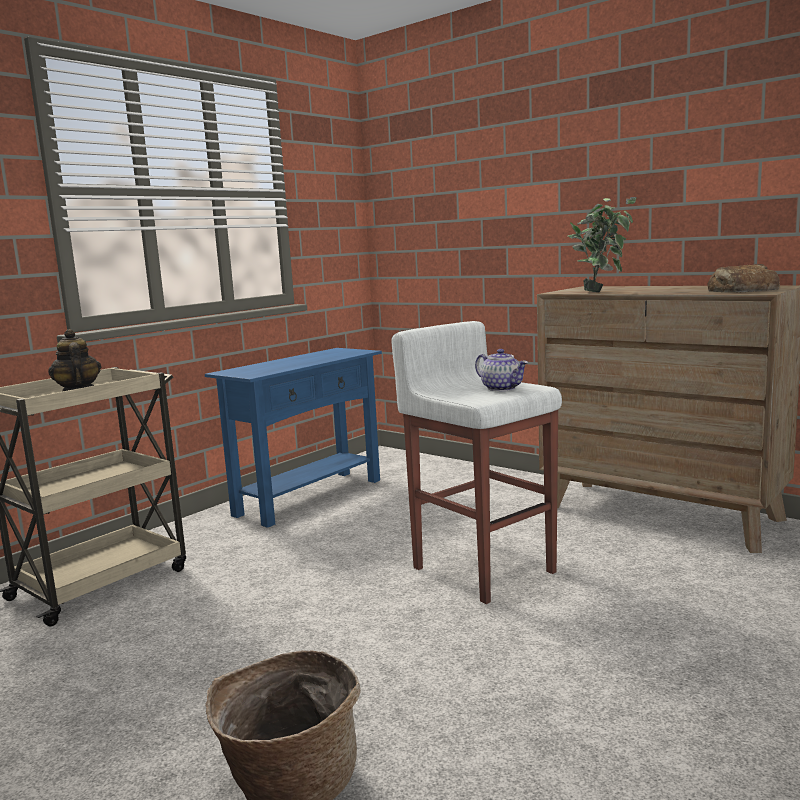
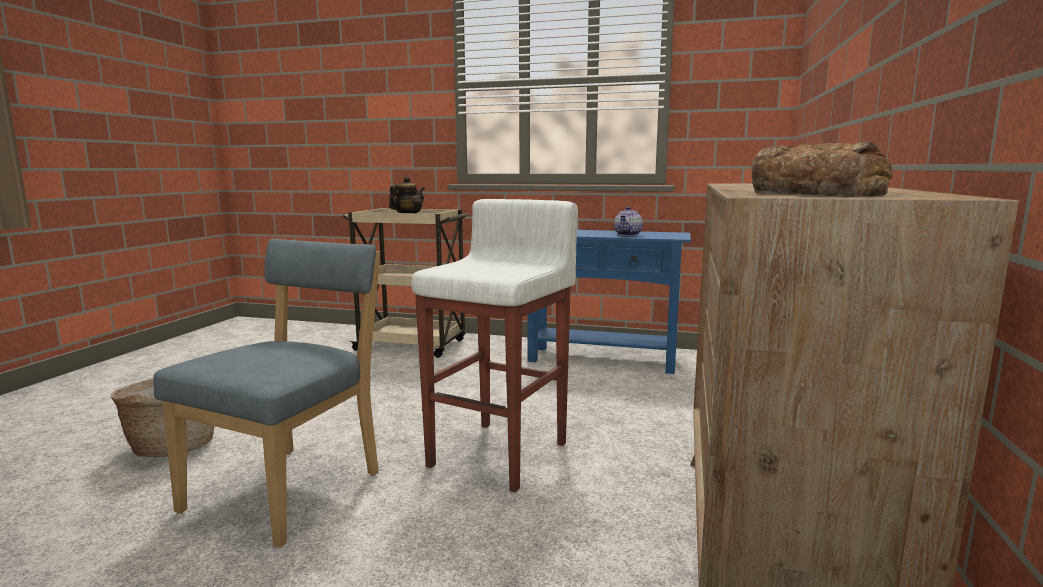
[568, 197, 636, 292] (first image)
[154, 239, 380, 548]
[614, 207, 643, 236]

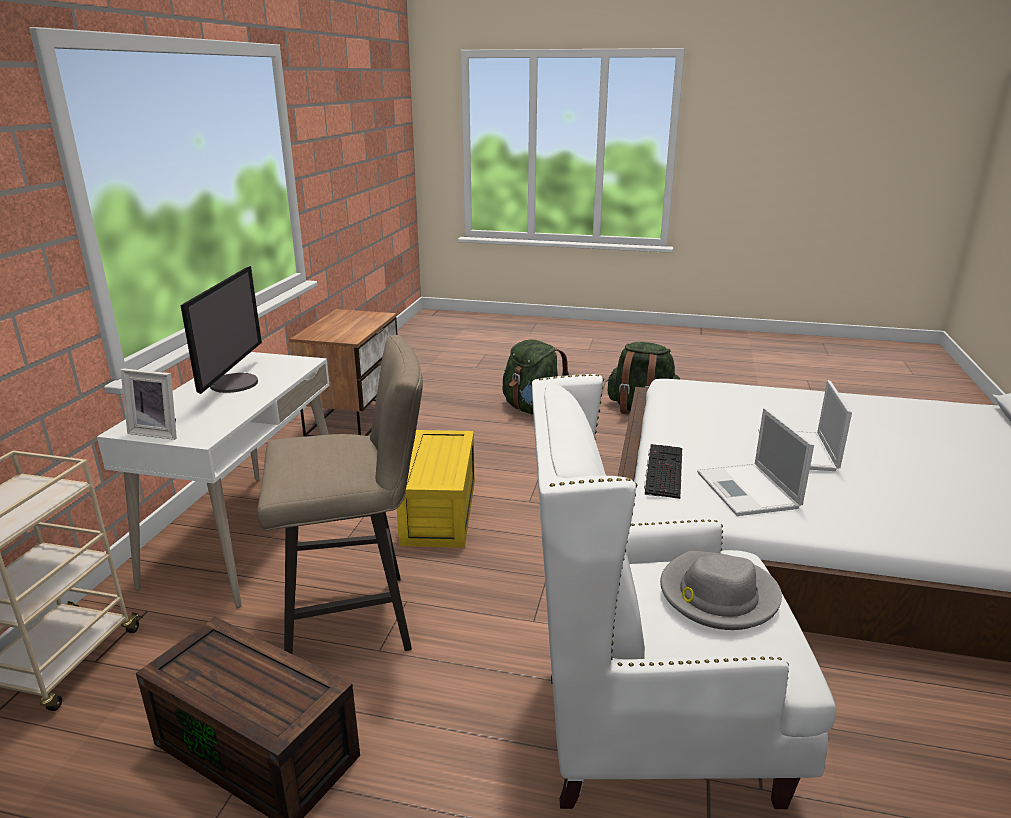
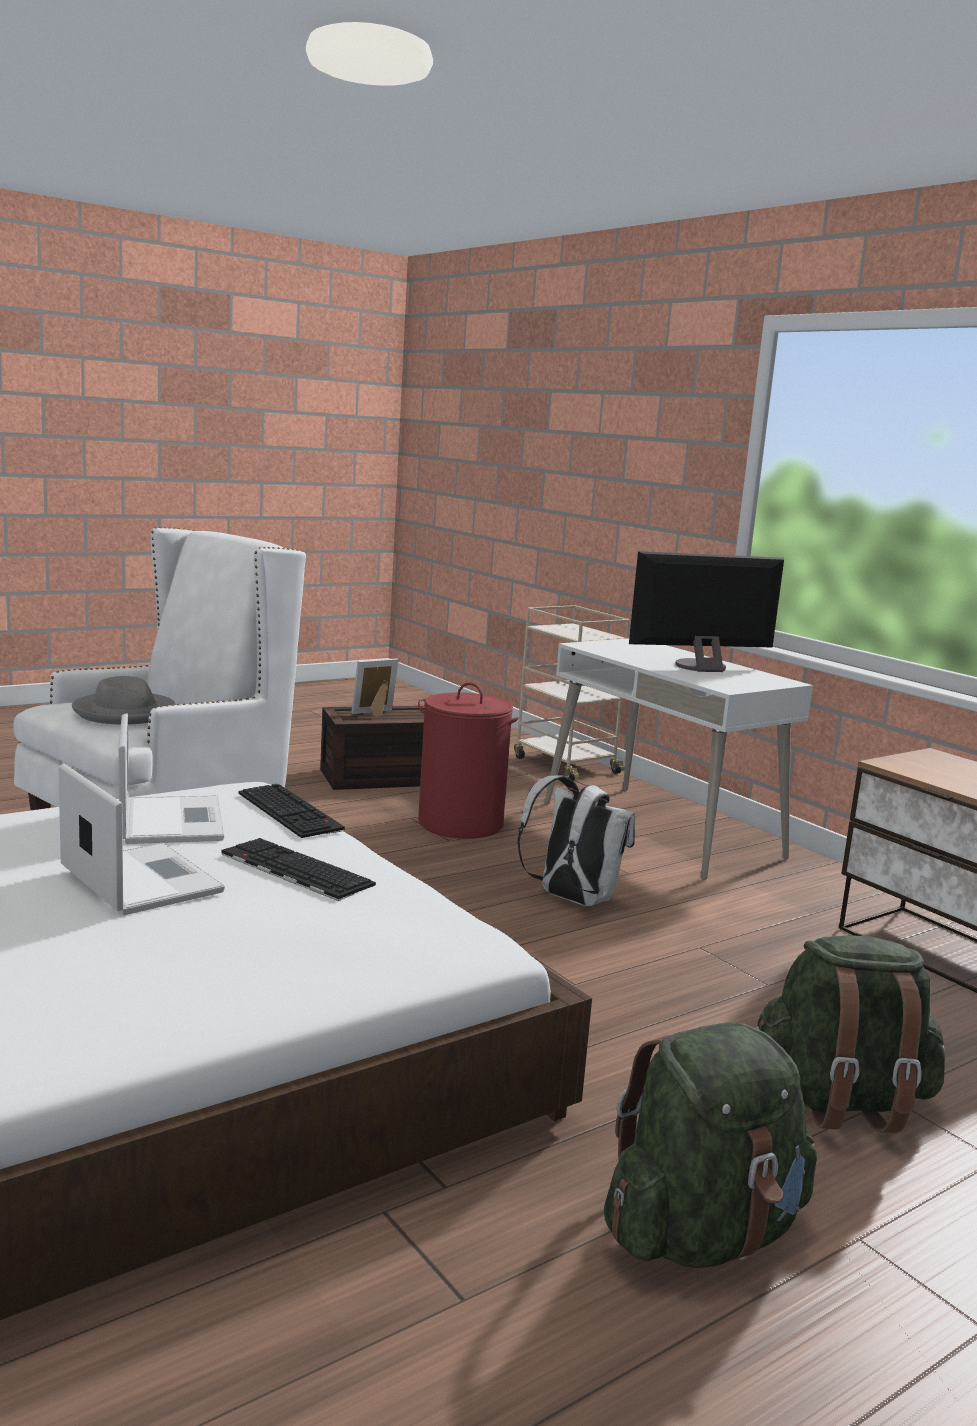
[221, 838, 376, 901]
[351, 658, 399, 717]
[418, 682, 519, 839]
[517, 775, 635, 906]
[629, 551, 784, 672]
[118, 713, 225, 844]

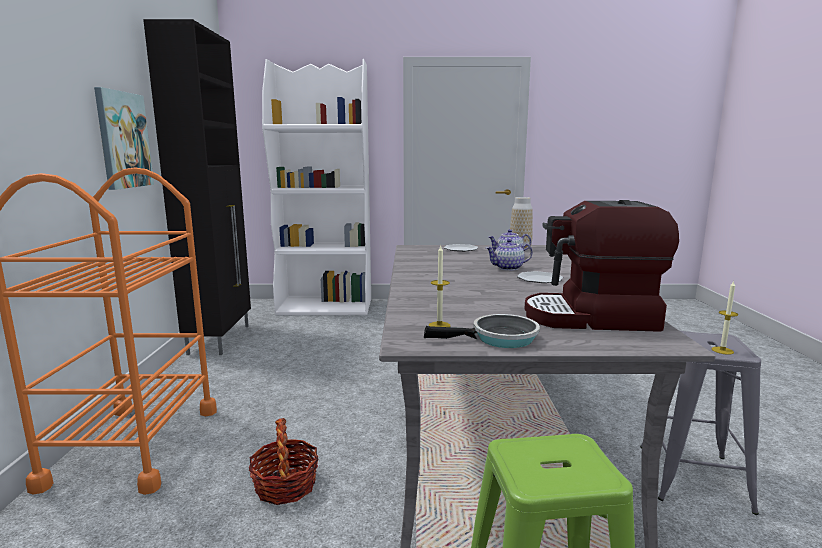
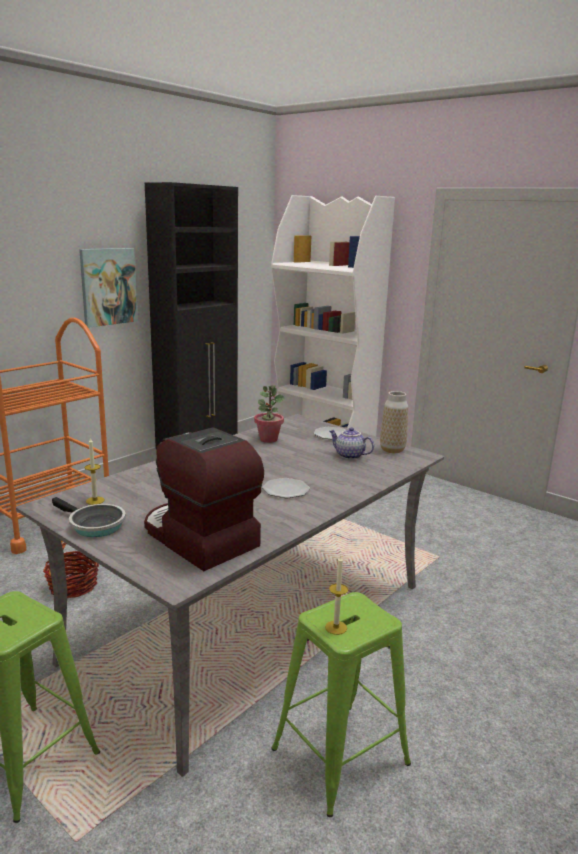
[486, 239, 532, 271] (first image)
[254, 385, 285, 443]
[271, 592, 411, 817]

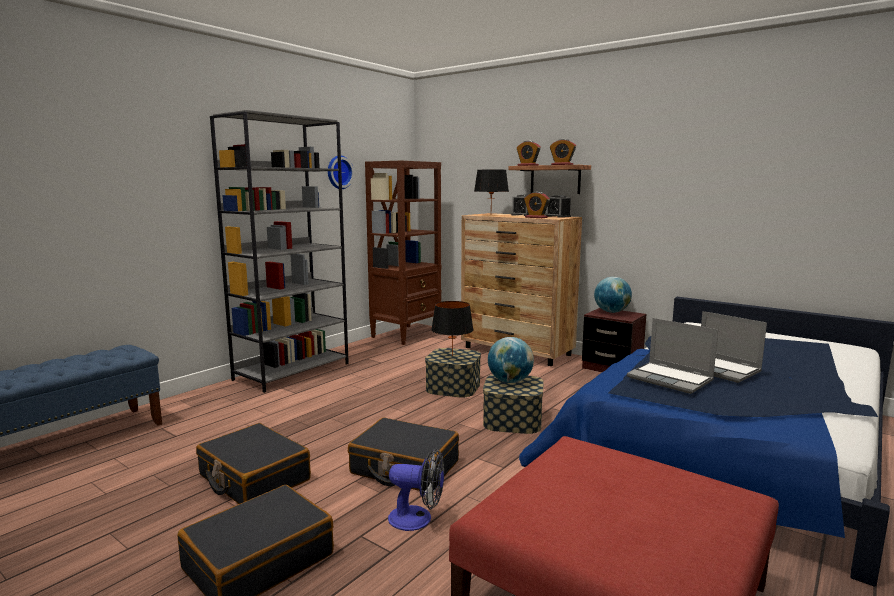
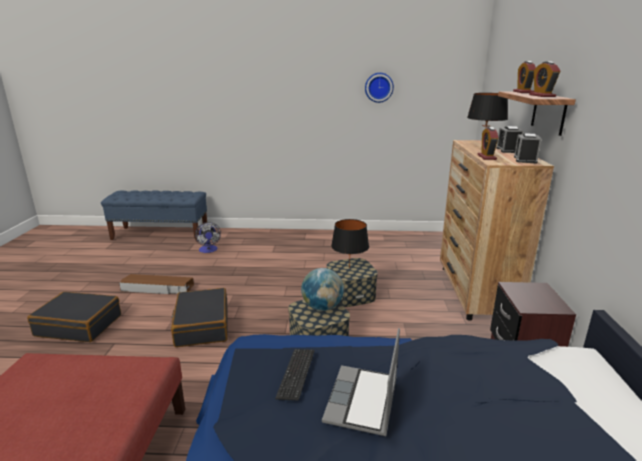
[210, 110, 349, 393] (first image)
[365, 161, 442, 345] (first image)
[594, 277, 632, 313] (first image)
[195, 222, 221, 253]
[119, 274, 194, 294]
[275, 349, 315, 401]

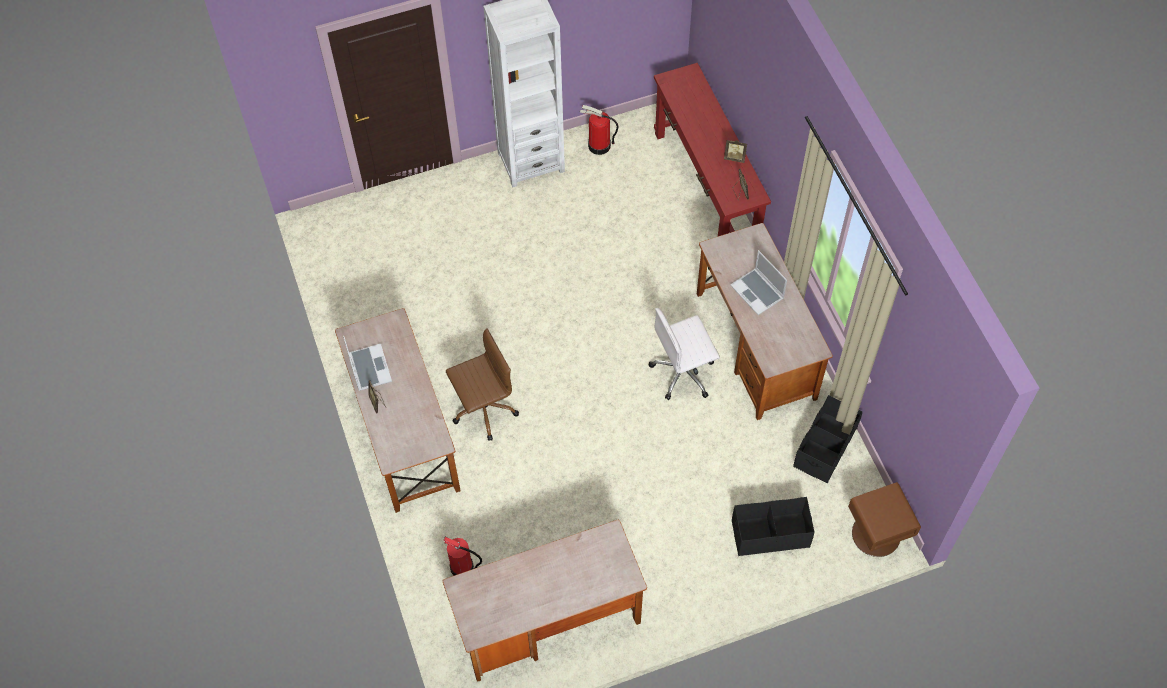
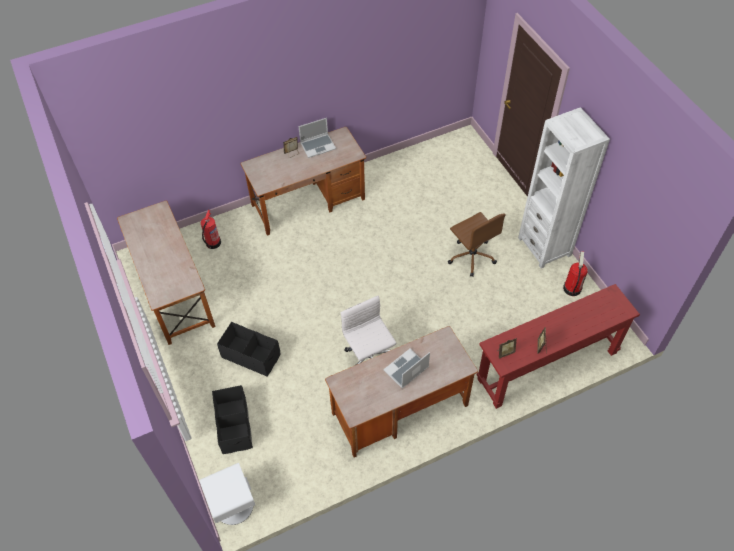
[448, 212, 506, 277]
[217, 322, 281, 377]
[199, 463, 255, 525]

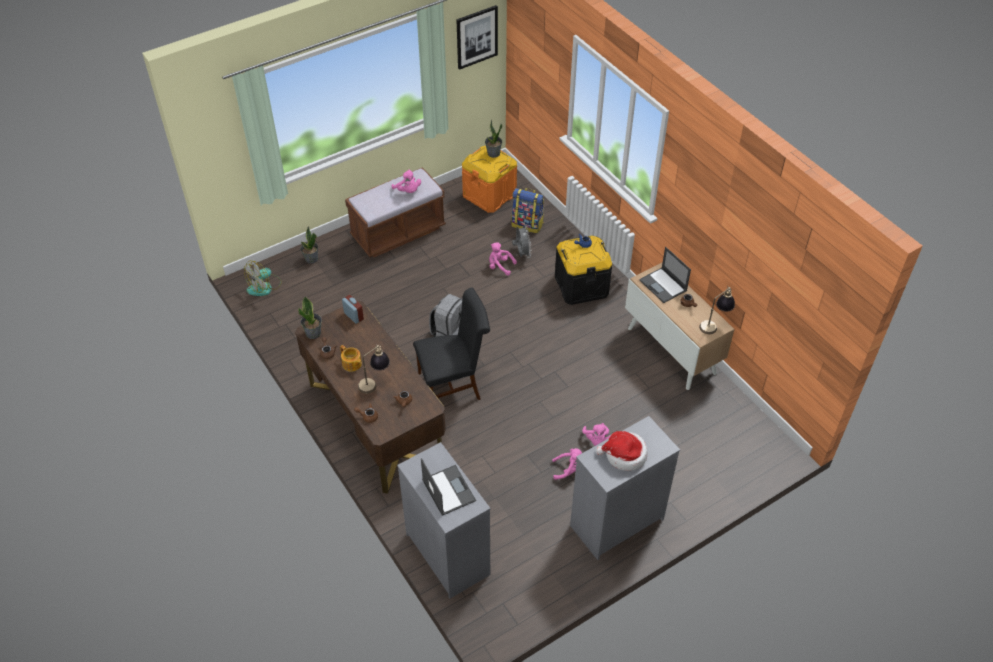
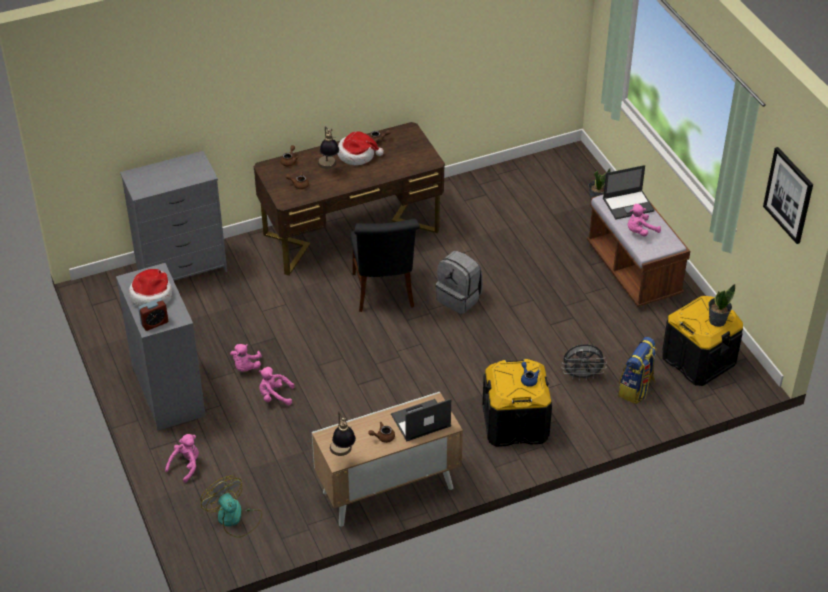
[298, 296, 322, 339] (first image)
[201, 476, 262, 538]
[138, 298, 168, 331]
[603, 165, 655, 220]
[165, 434, 199, 483]
[338, 131, 384, 165]
[662, 296, 743, 386]

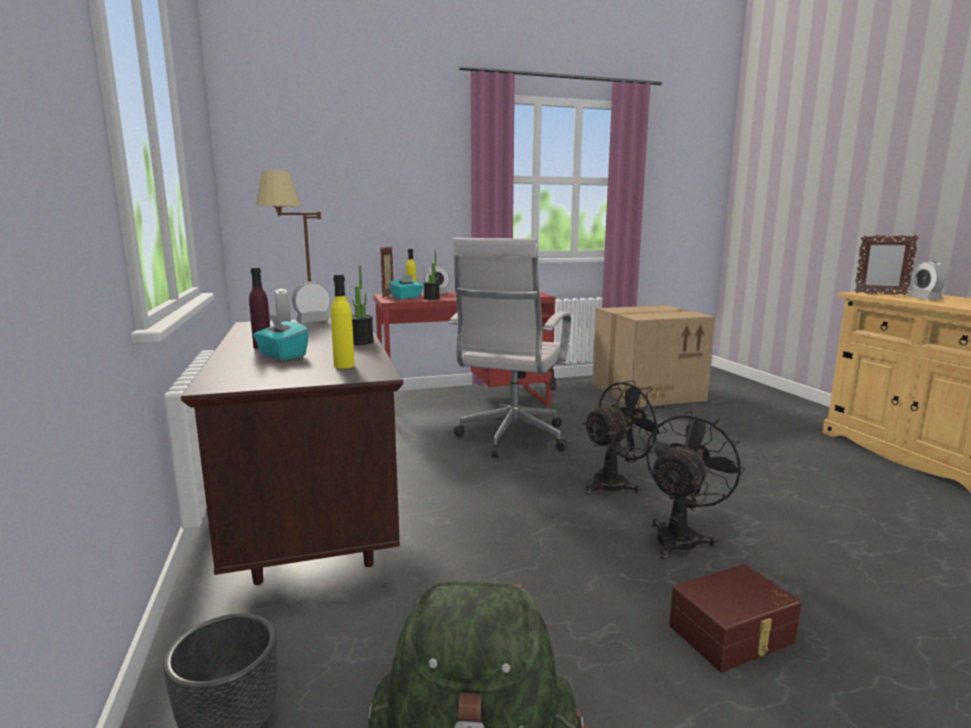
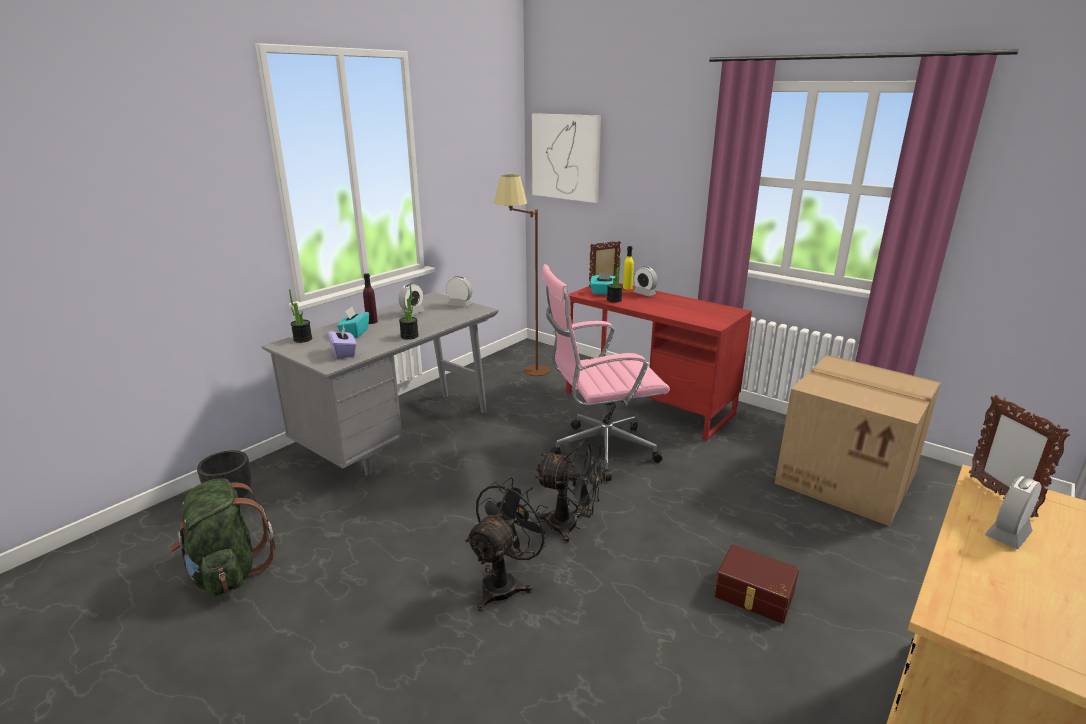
[289, 289, 312, 343]
[532, 113, 601, 203]
[714, 545, 799, 624]
[328, 325, 356, 359]
[262, 292, 499, 476]
[542, 264, 670, 481]
[465, 477, 554, 611]

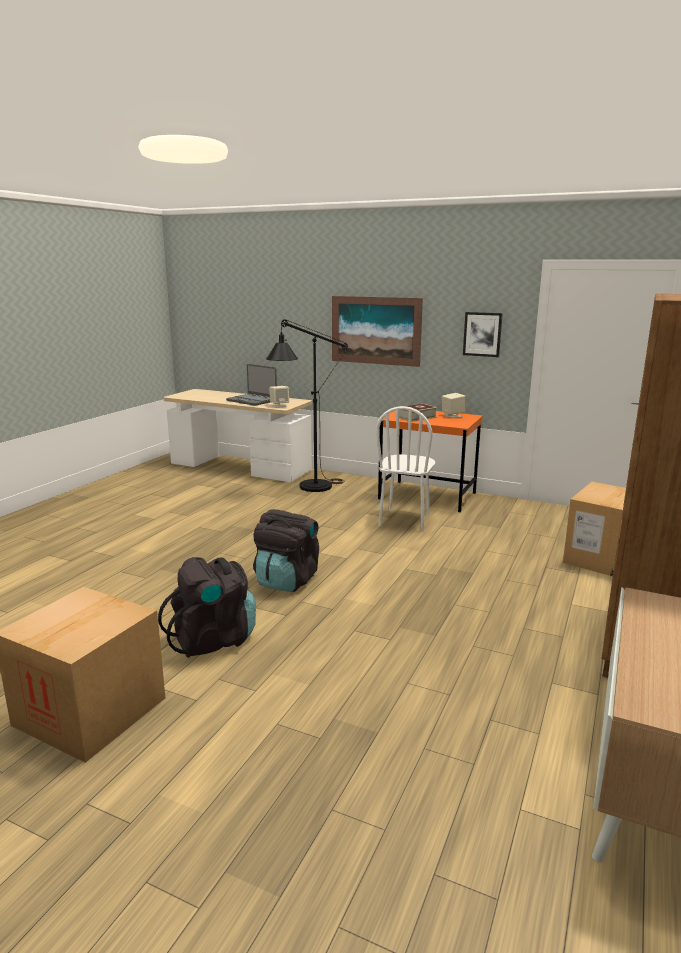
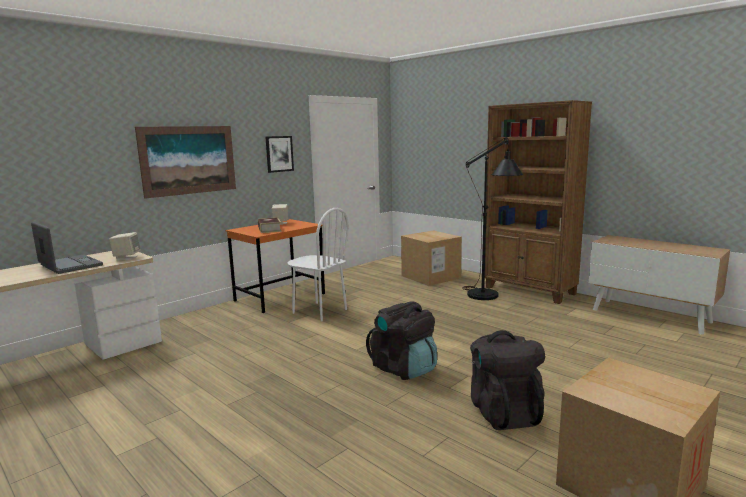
[462, 137, 524, 300]
[31, 222, 103, 274]

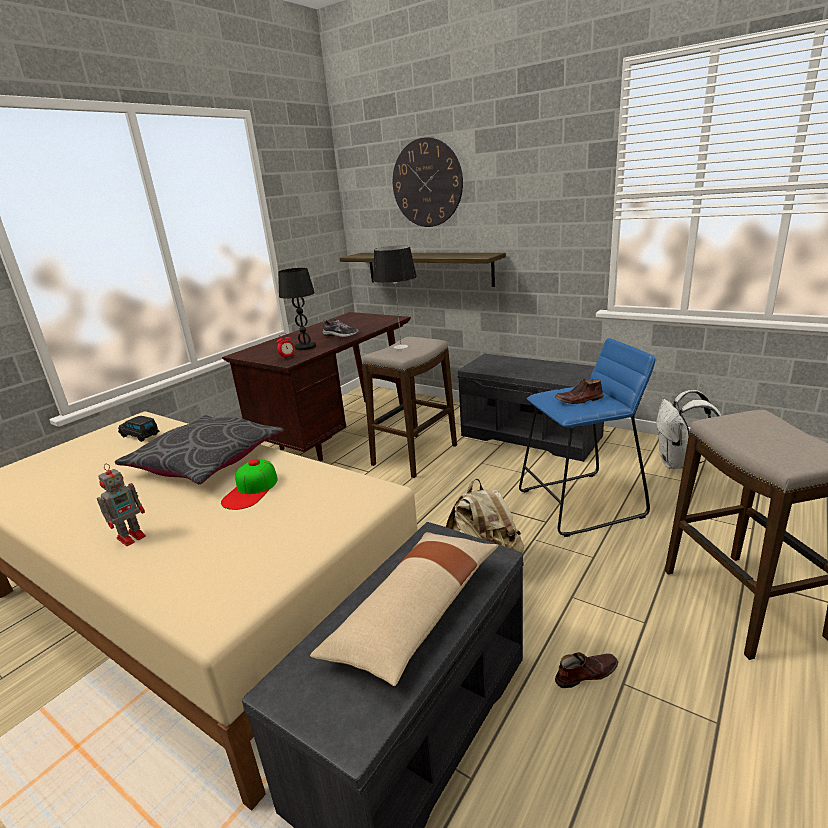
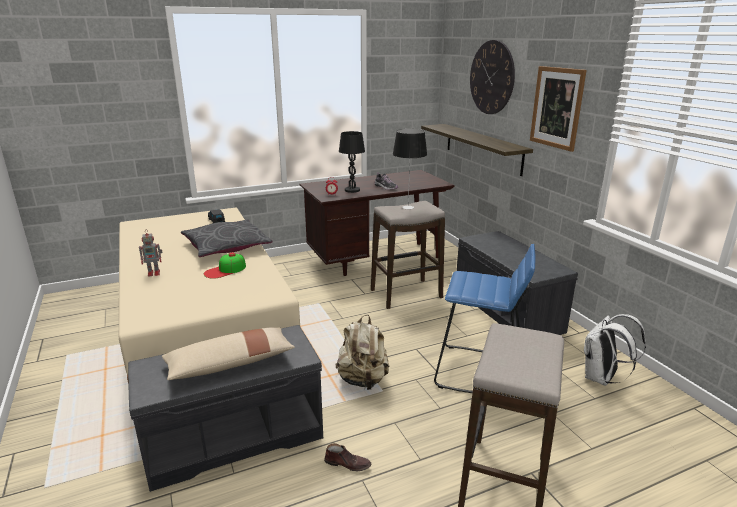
[555, 379, 604, 404] (first image)
[530, 66, 587, 152]

